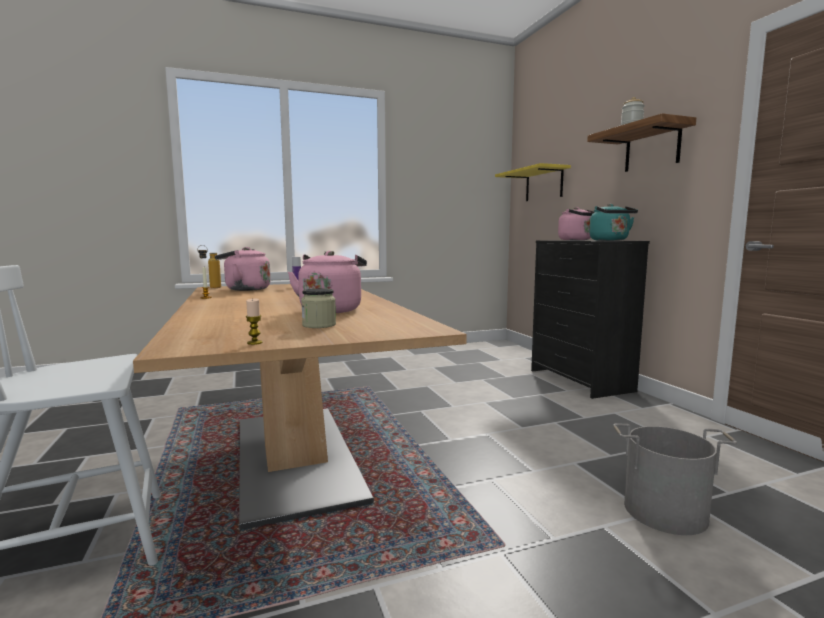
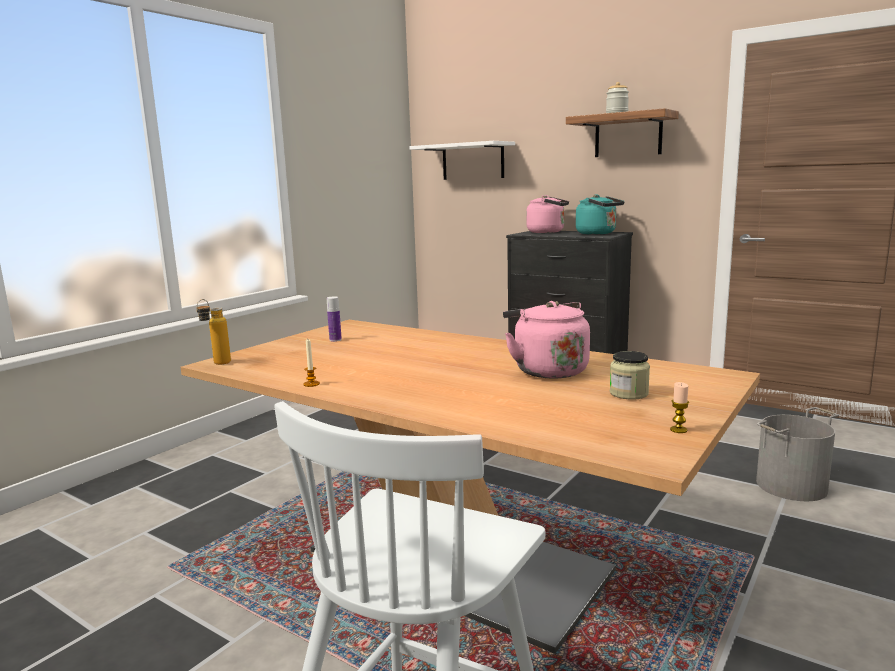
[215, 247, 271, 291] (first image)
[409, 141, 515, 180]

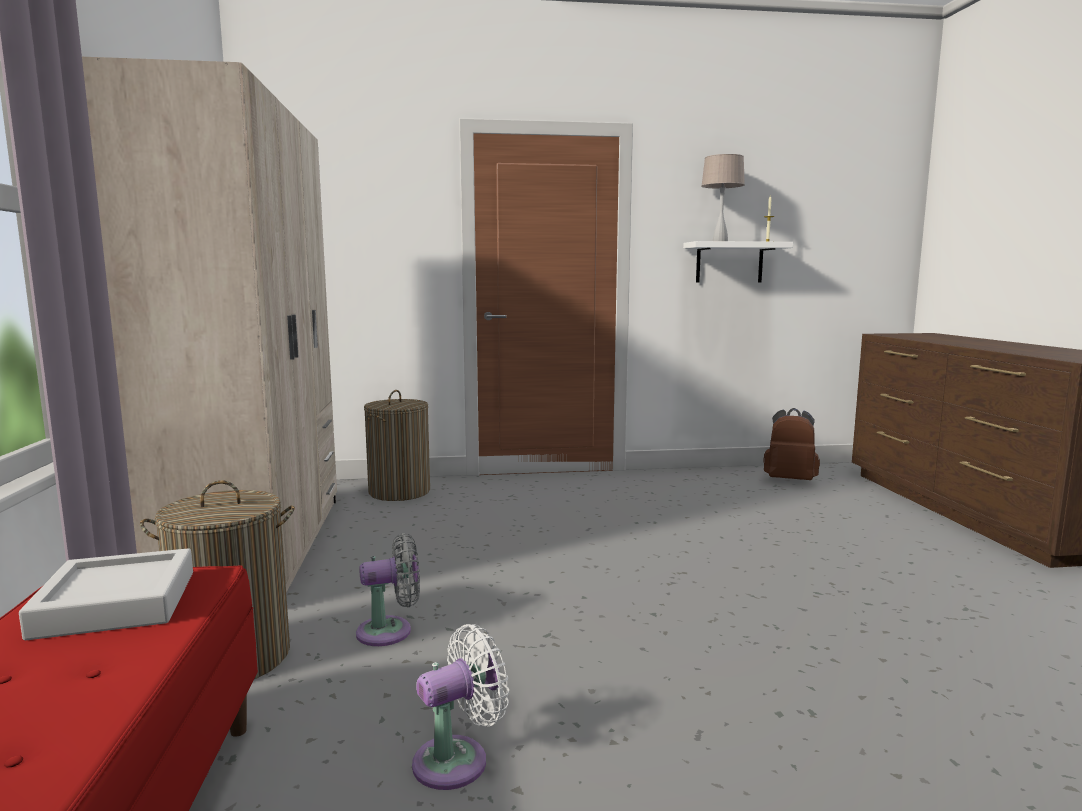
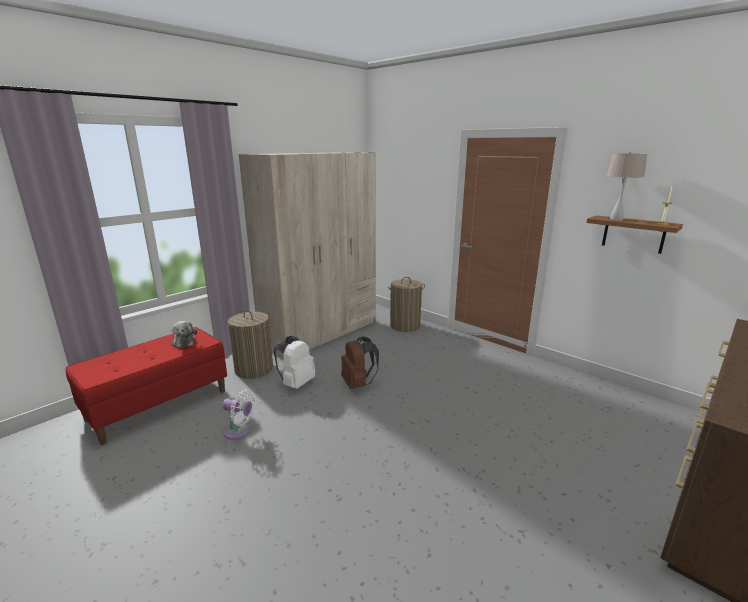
[341, 336, 379, 389]
[172, 321, 197, 348]
[274, 336, 315, 389]
[586, 215, 683, 254]

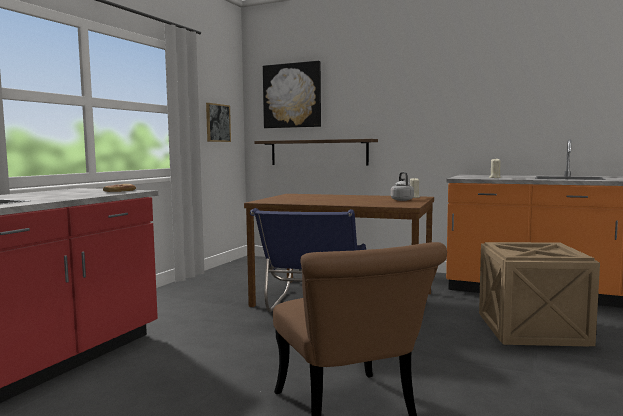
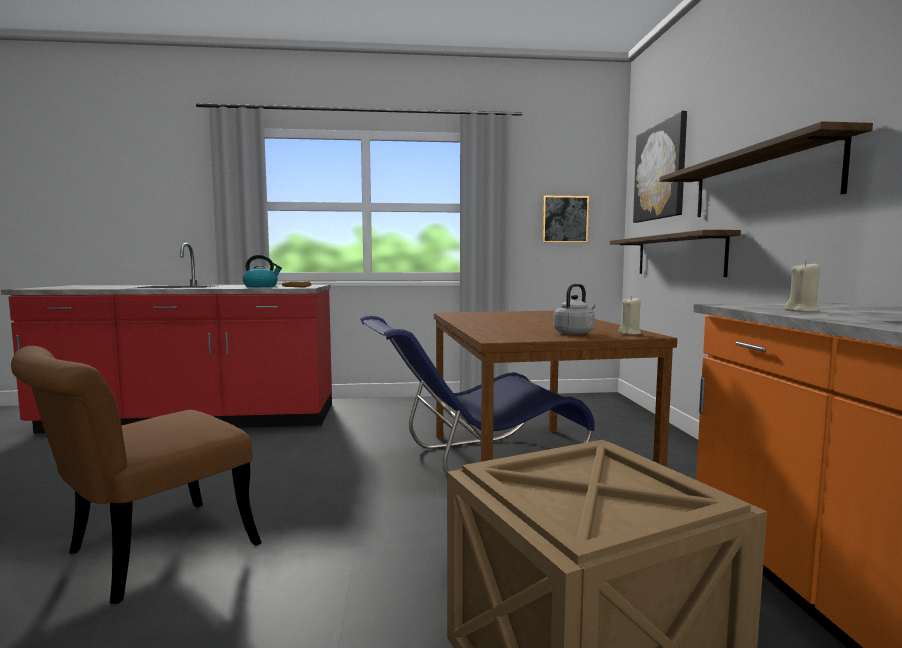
[243, 255, 282, 287]
[660, 121, 873, 217]

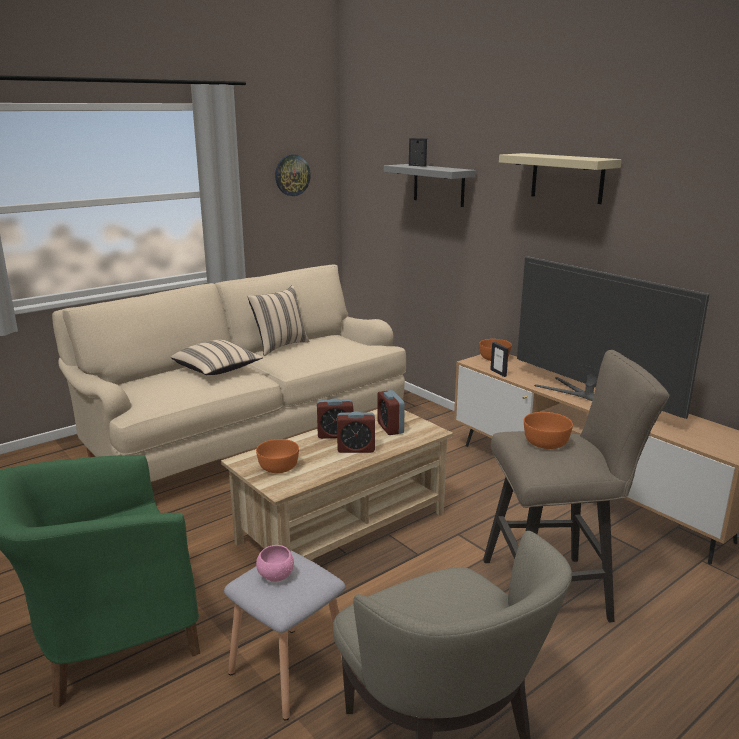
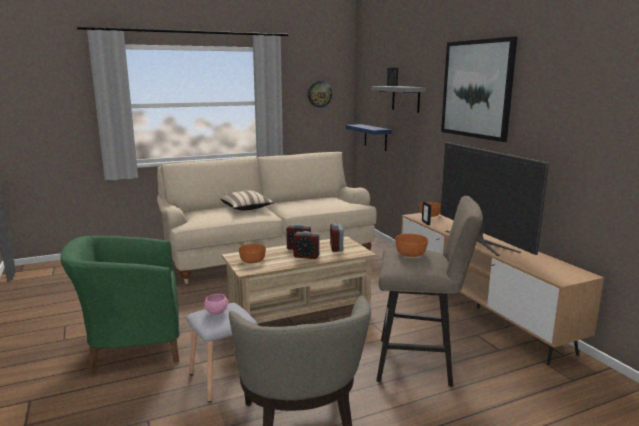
[247, 285, 309, 356] (first image)
[346, 124, 391, 151]
[441, 37, 517, 142]

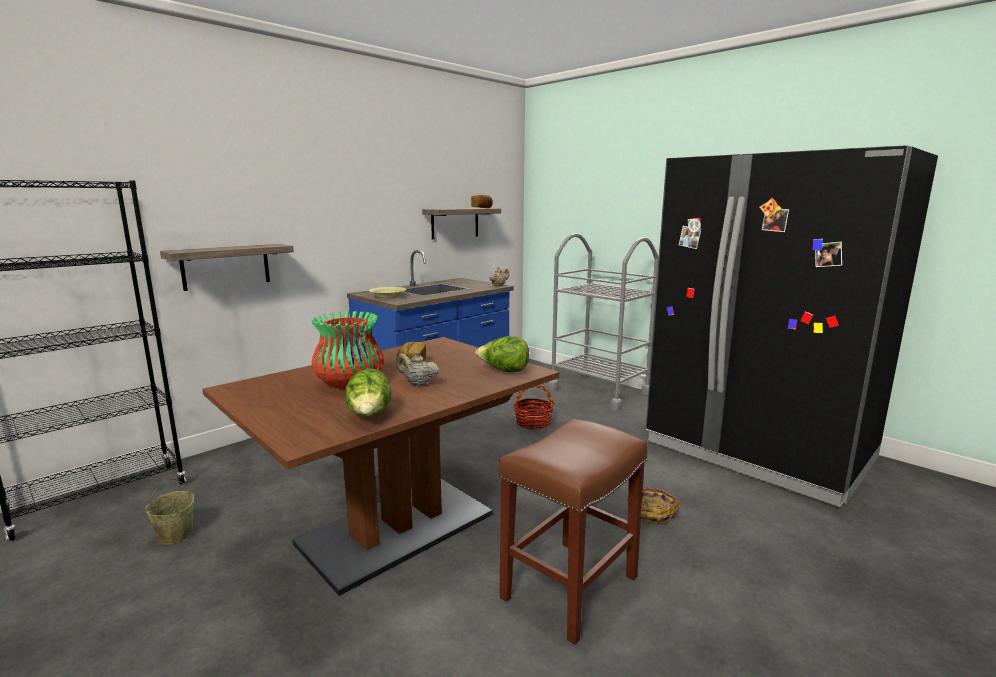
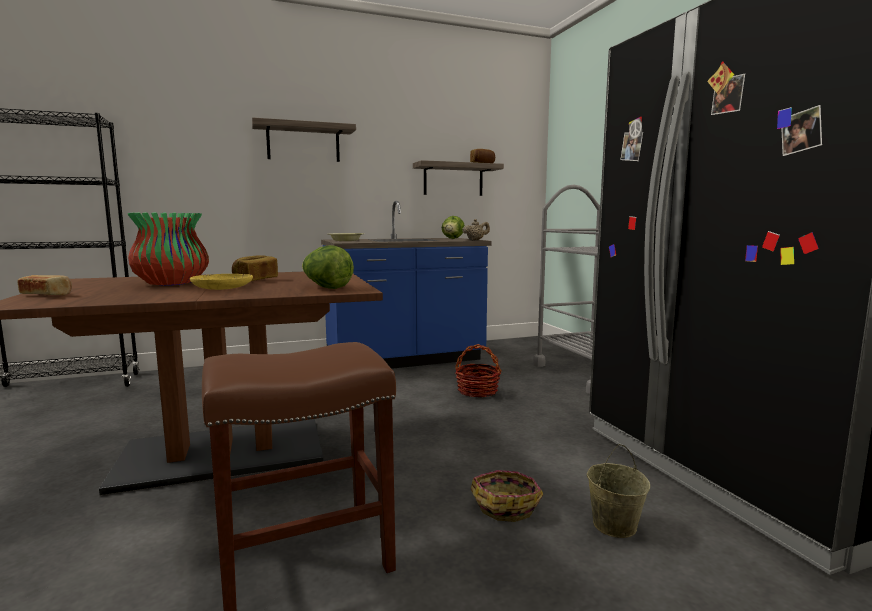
[17, 275, 72, 295]
[587, 444, 650, 538]
[252, 117, 356, 162]
[442, 216, 465, 239]
[190, 274, 253, 290]

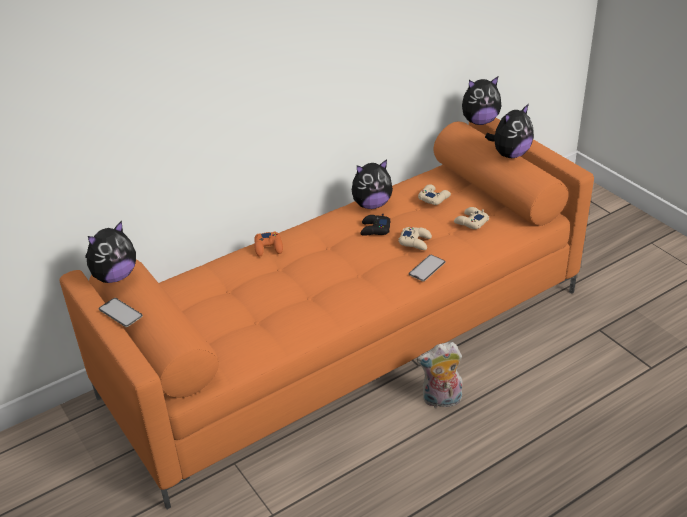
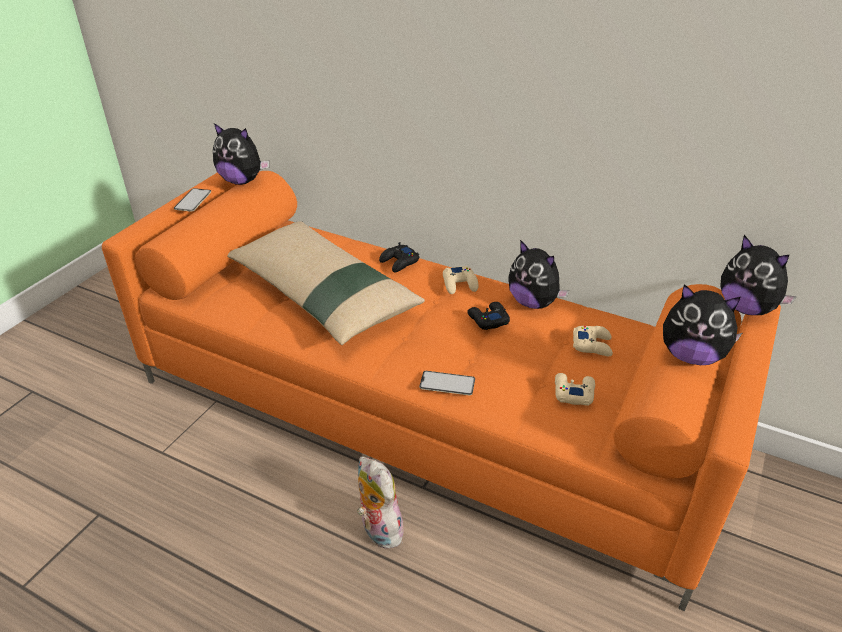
[227, 221, 425, 345]
[443, 266, 478, 294]
[379, 242, 419, 272]

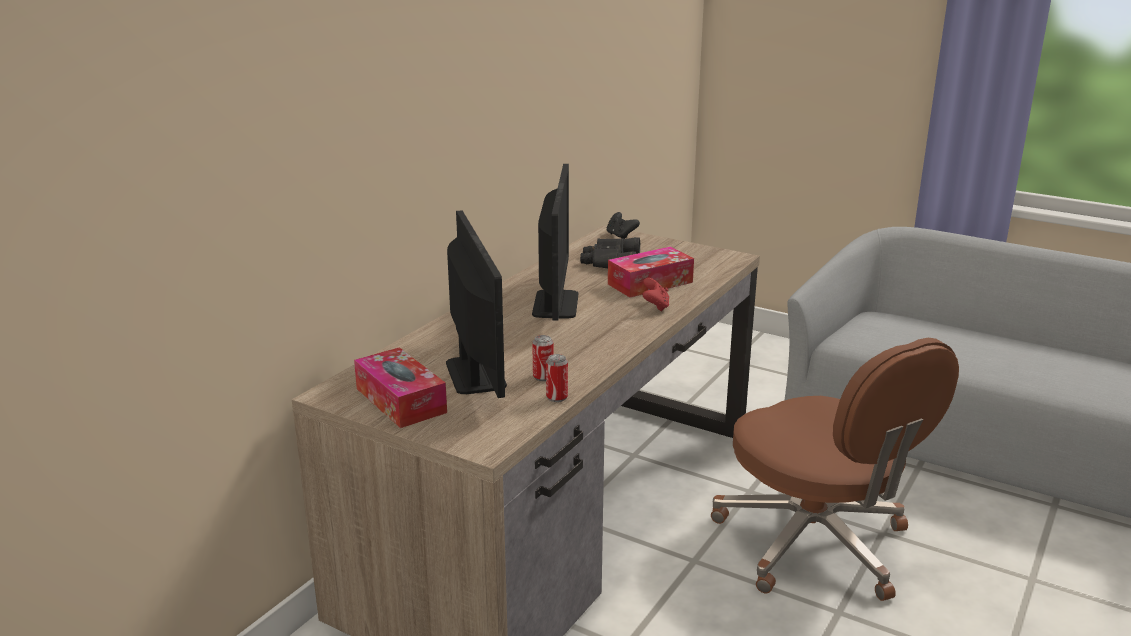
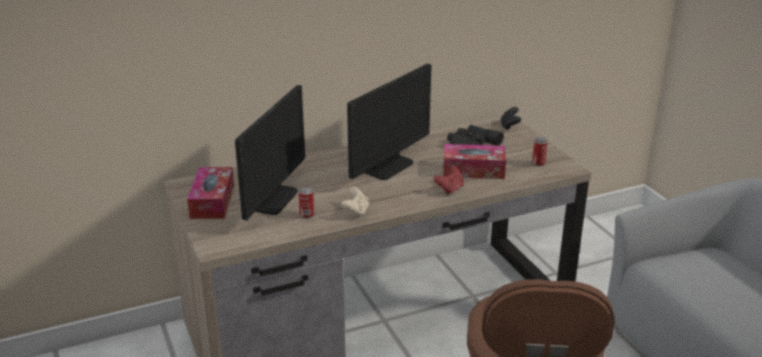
[341, 187, 369, 218]
[532, 137, 548, 166]

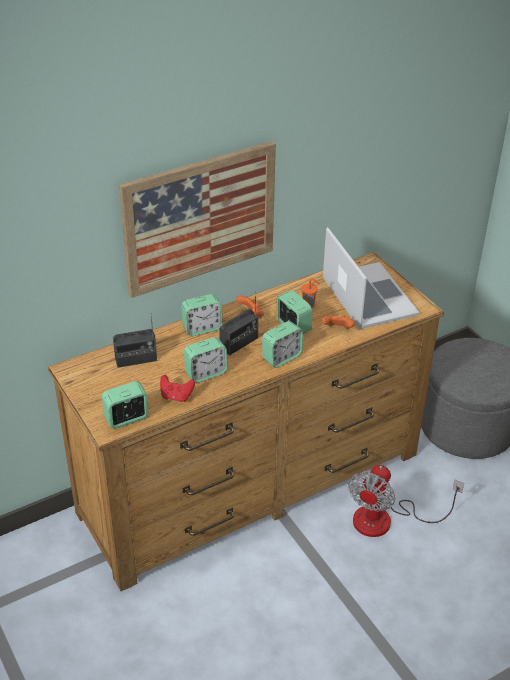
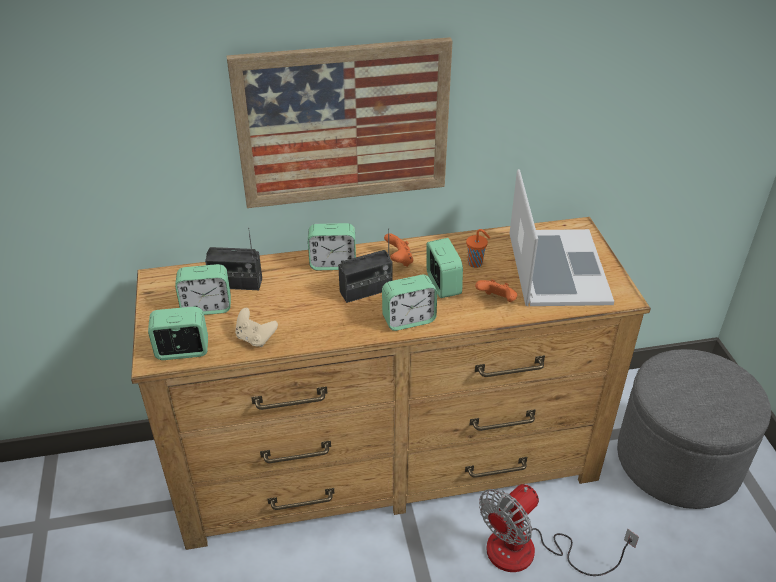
[175, 264, 231, 315]
[235, 308, 278, 347]

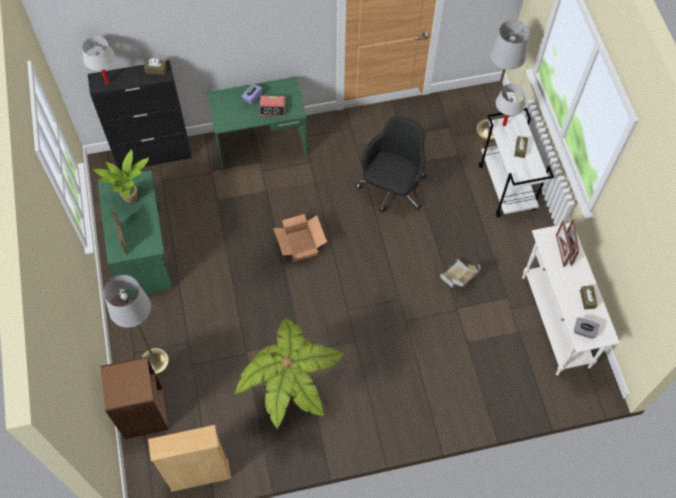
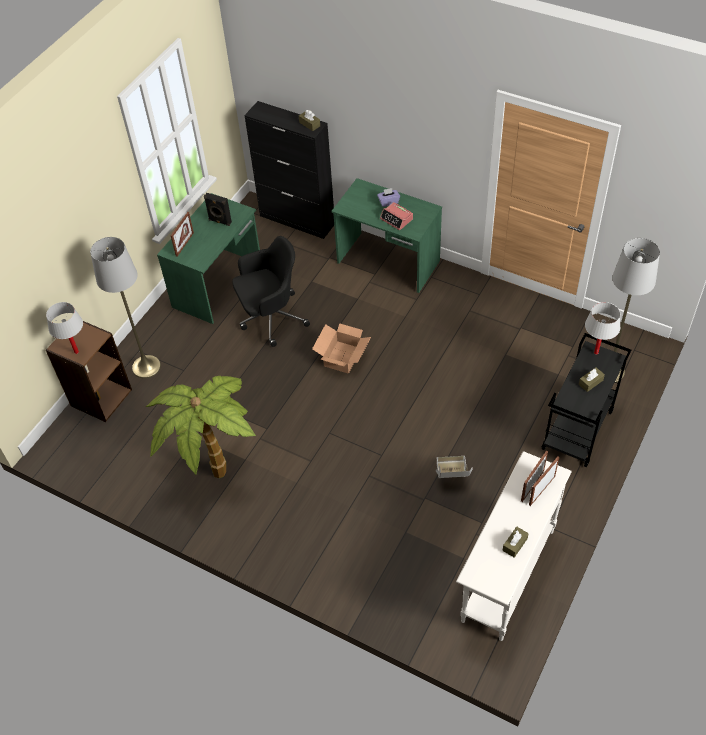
[148, 425, 231, 492] (first image)
[574, 318, 600, 339] (first image)
[46, 302, 83, 354]
[232, 236, 310, 347]
[204, 193, 232, 226]
[541, 333, 631, 467]

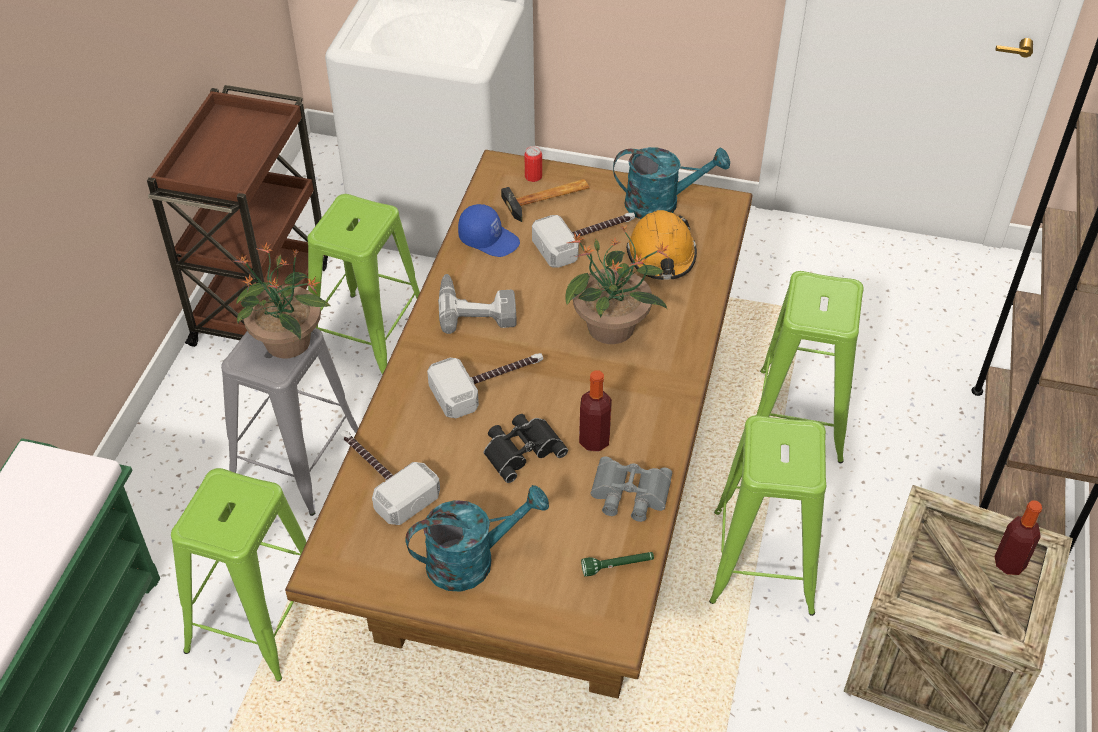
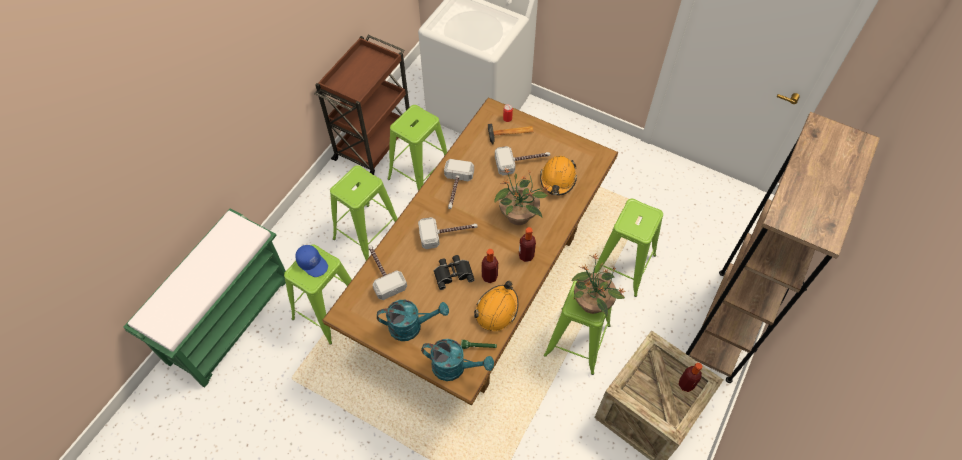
[519, 227, 536, 262]
[572, 254, 626, 317]
[295, 245, 328, 277]
[421, 339, 494, 381]
[444, 159, 474, 209]
[474, 281, 519, 331]
[330, 165, 398, 261]

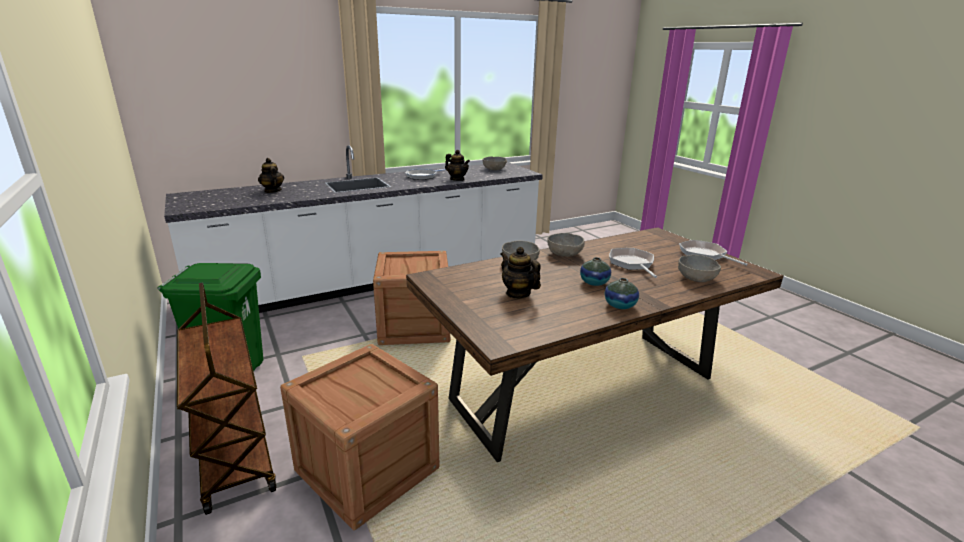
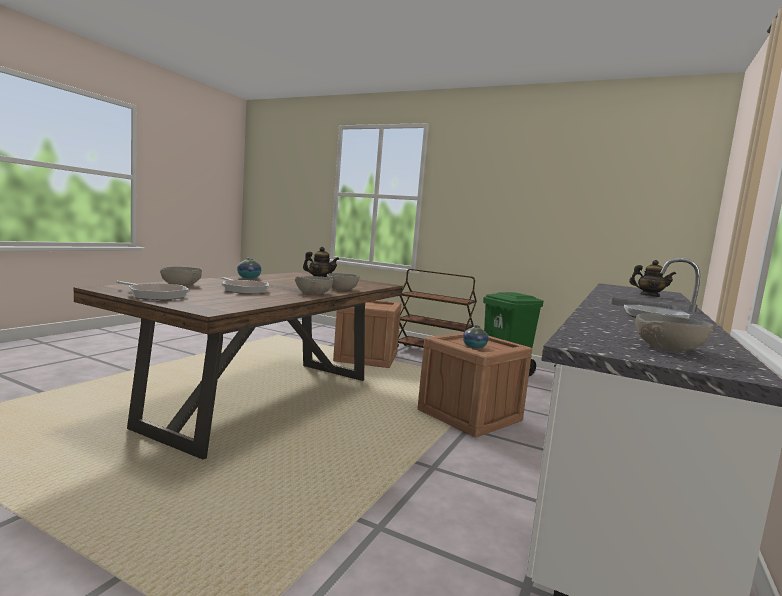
[445, 150, 470, 181] (first image)
[463, 325, 489, 349]

